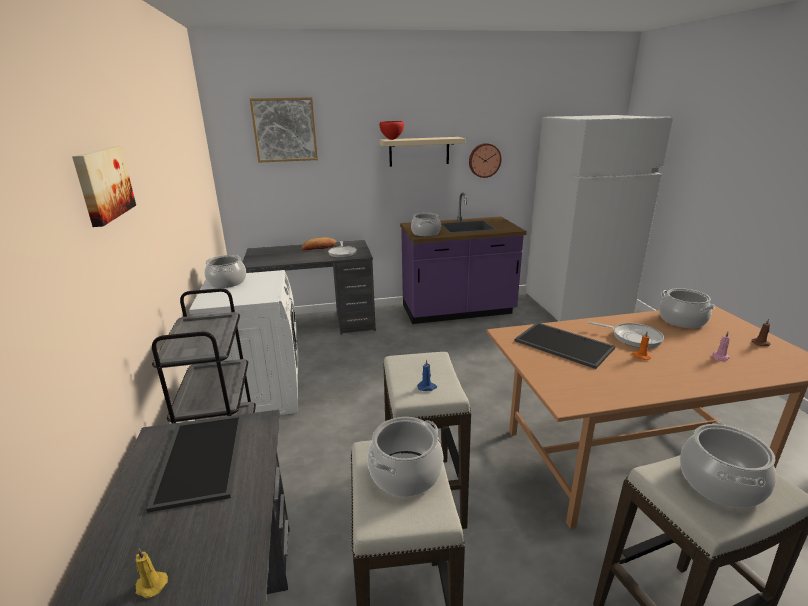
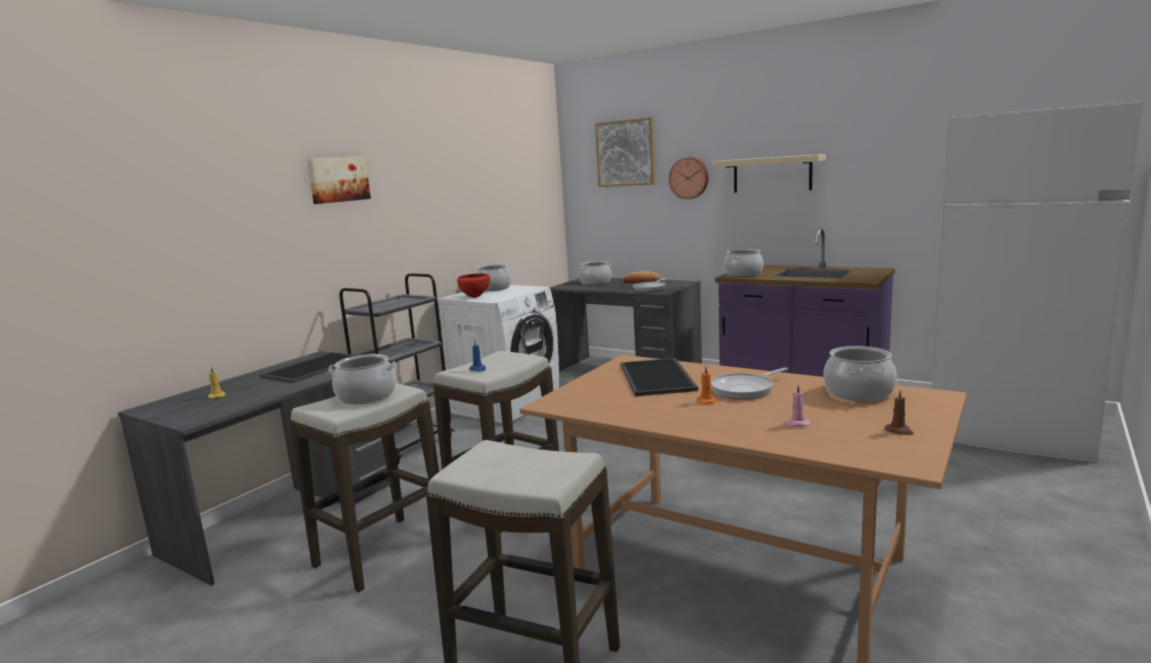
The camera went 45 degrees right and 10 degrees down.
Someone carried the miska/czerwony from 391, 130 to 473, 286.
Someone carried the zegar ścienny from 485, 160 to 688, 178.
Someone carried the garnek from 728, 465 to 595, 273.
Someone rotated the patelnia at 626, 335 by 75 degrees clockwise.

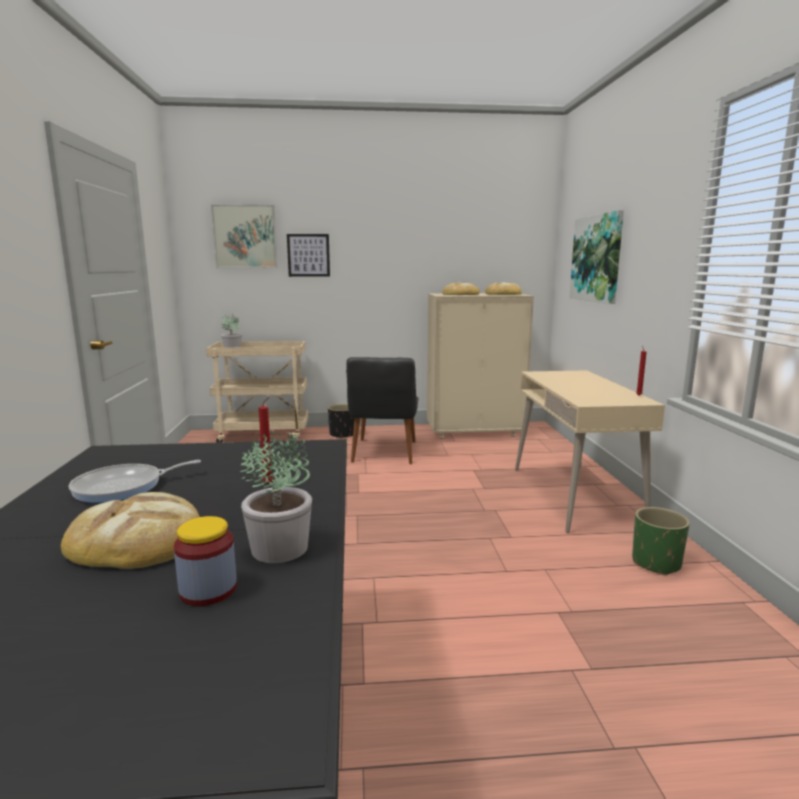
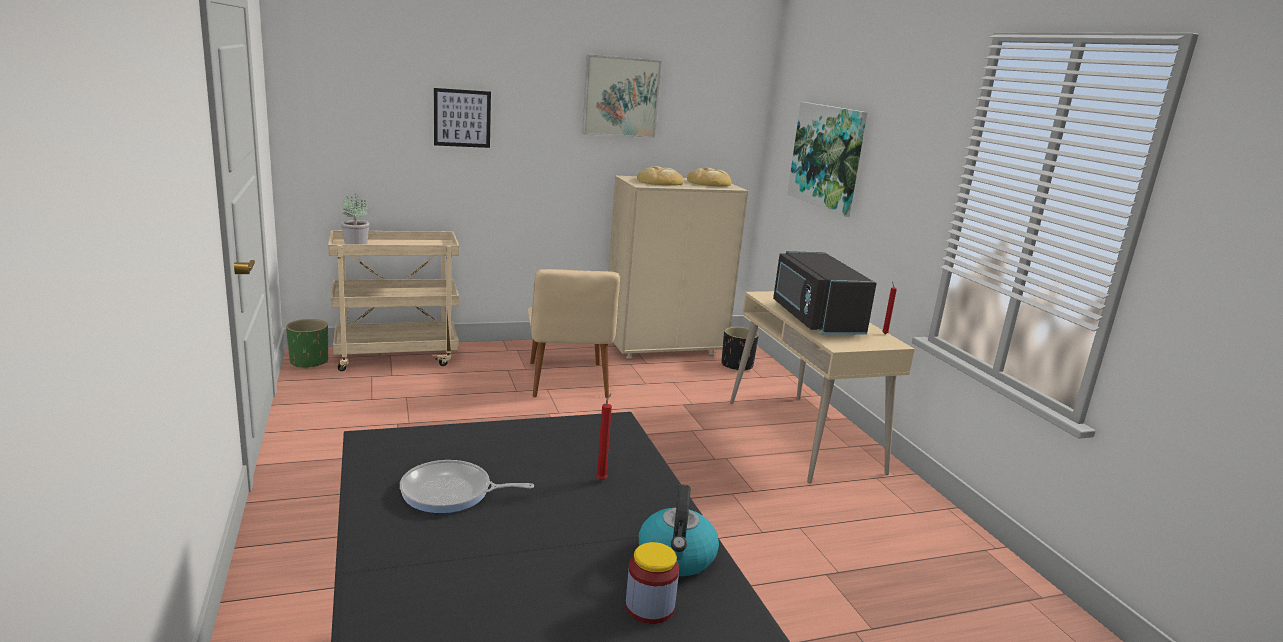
The camera went 15 degrees left and 5 degrees up.
Someone took away the chleb at 130, 530.
Someone put down the mikrofalówka/czarny at 825, 293.
Someone carried the obraz from 244, 236 to 622, 96.
Someone carried the donica/czarny from 341, 421 to 740, 349.
Someone carried the donica/zielony from 661, 541 to 307, 344.
Someone swapped the roślina doniczkowa at 276, 496 for the czajnik at 679, 530.
Someone repainted the krzesło/czarny at 382, 410, which became the krzesło/beżowy at 574, 333.
Someone rotated the patelnia at 134, 481 by 45 degrees clockwise.

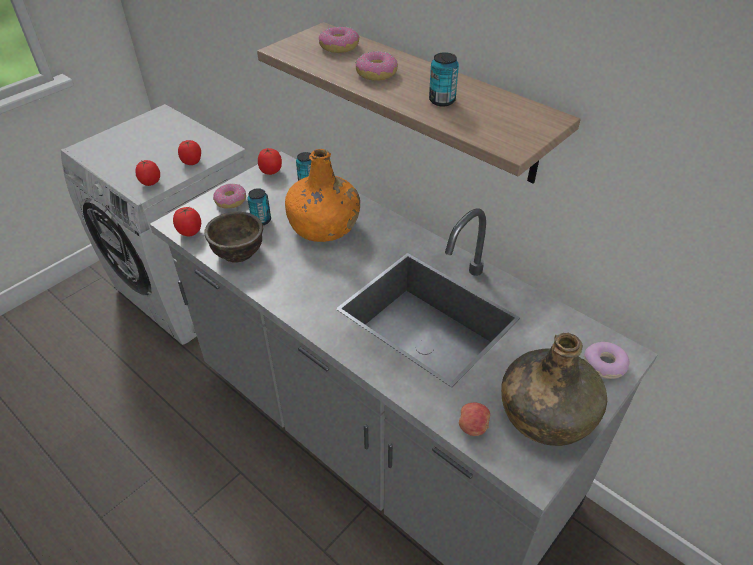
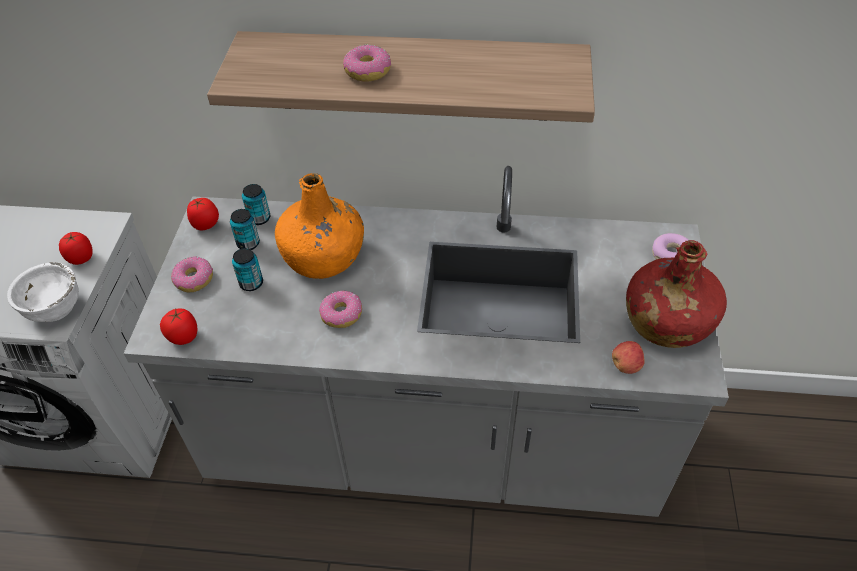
The camera went 35 degrees left and 5 degrees up.
Someone took away the miska/brązowy at 233, 236.
Someone carried the donut from 339, 40 to 340, 309.
Someone carried the puszka from 444, 79 to 245, 229.
Someone swapped the pomidor at 147, 173 for the miska/biały at 43, 292.
Someone repainted the butelka/zielony at 554, 389, which became the butelka/czerwony at 676, 294.

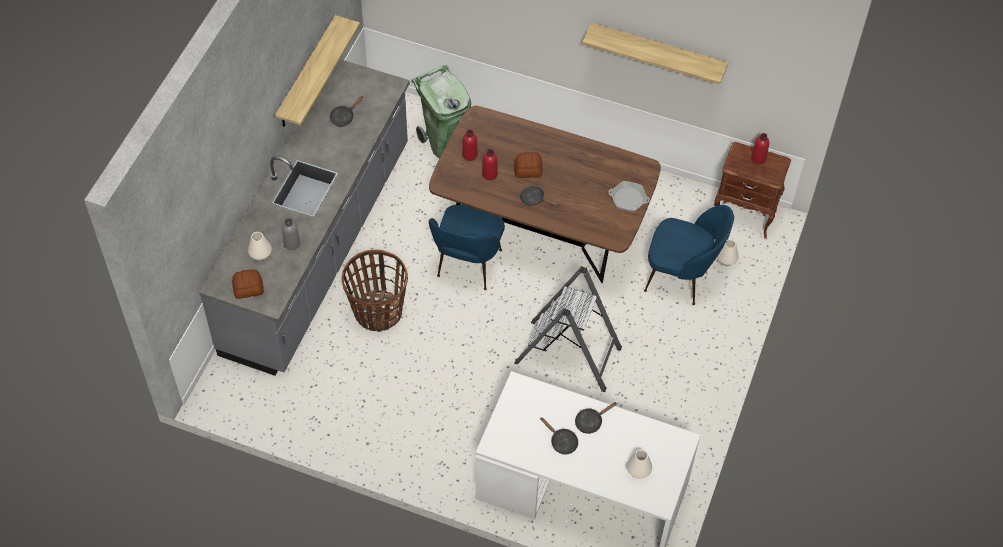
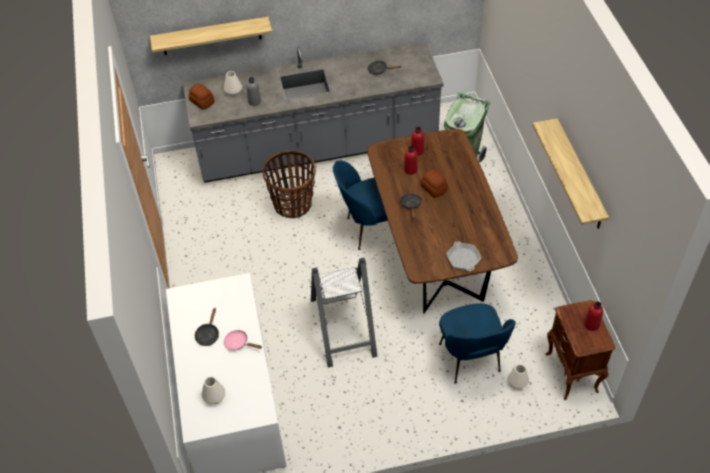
The camera went 60 degrees right and 5 degrees down.
Someone carried the półka from 317, 71 to 211, 36.
Someone repainted the patelnia/czarny at 596, 418, which became the patelnia/różowy at 243, 340.

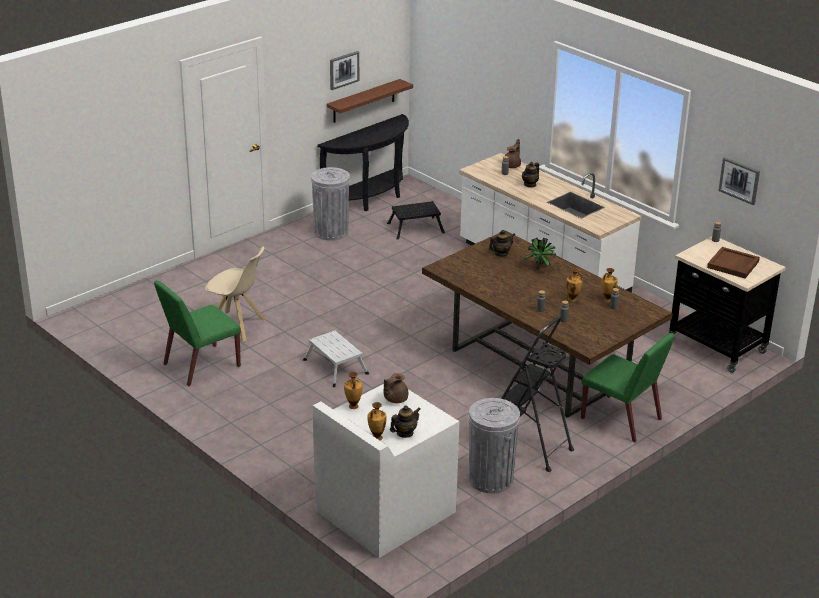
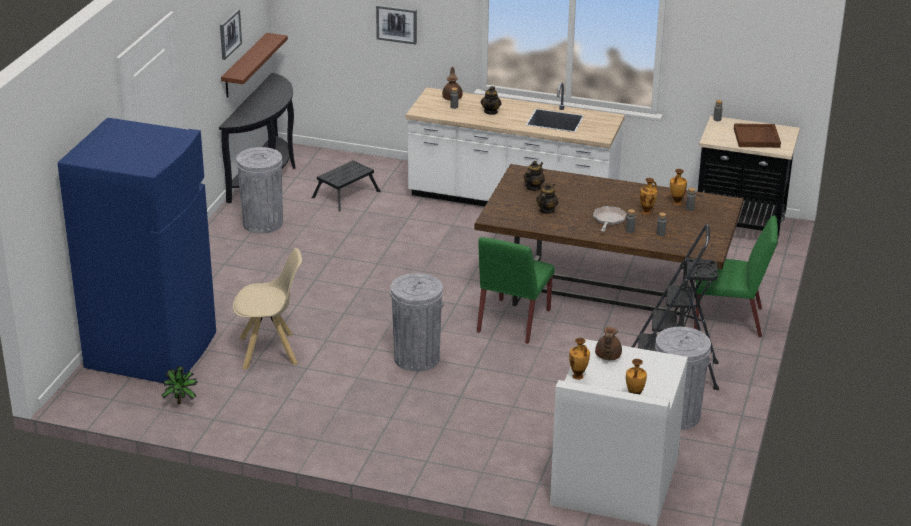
The camera went 30 degrees left and 0 degrees up.
Someone put down the lodówka/niebieski at 137, 252.
Someone put down the patelnia at 609, 218.
Someone carried the krzesło/zielony from 197, 333 to 516, 290.
Someone carried the imbryk from 405, 421 to 547, 198.
Someone carried the roślina doniczkowa from 540, 253 to 179, 385.
Someone carried the obraz from 739, 181 to 396, 25.
Someone swapped the drabinka/biały at 336, 358 for the kosz na śmieci/szary at 417, 322.

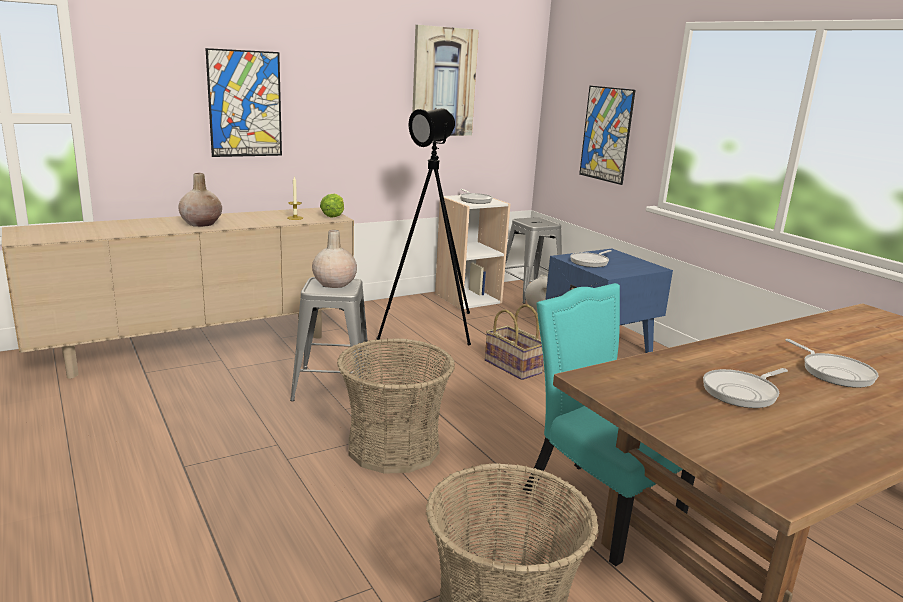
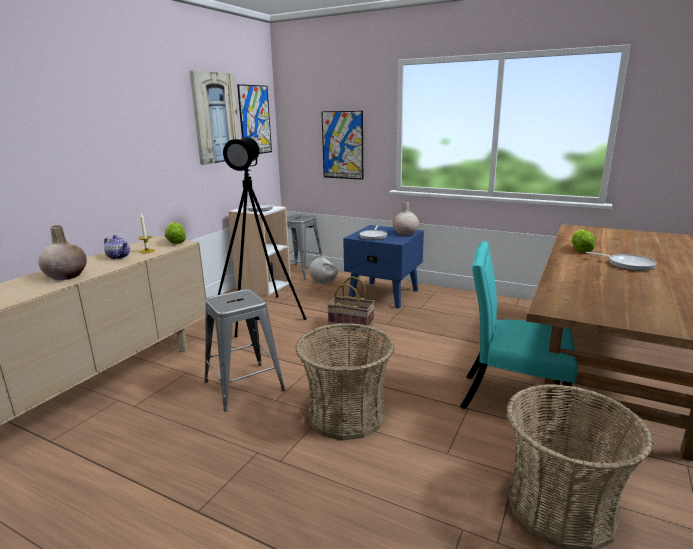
The camera went 30 degrees left and 0 degrees up.
Someone took away the patelnia at 745, 388.
Someone put down the imbryk at 117, 247.
Someone put down the sałata at 583, 241.
Someone carried the obraz from 243, 102 to 254, 119.
Someone carried the wazon/beżowy from 334, 259 to 406, 218.

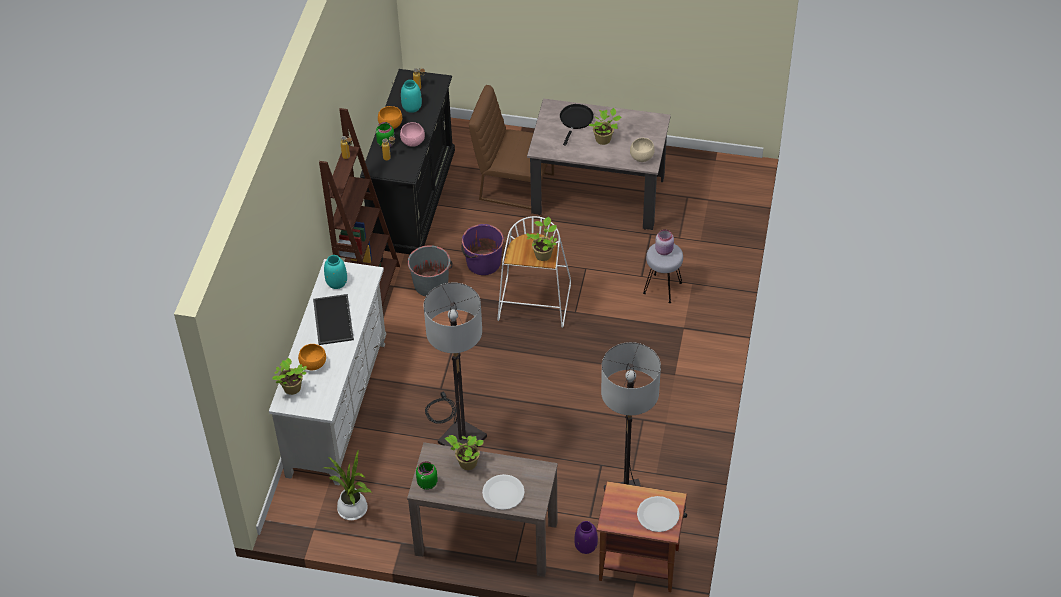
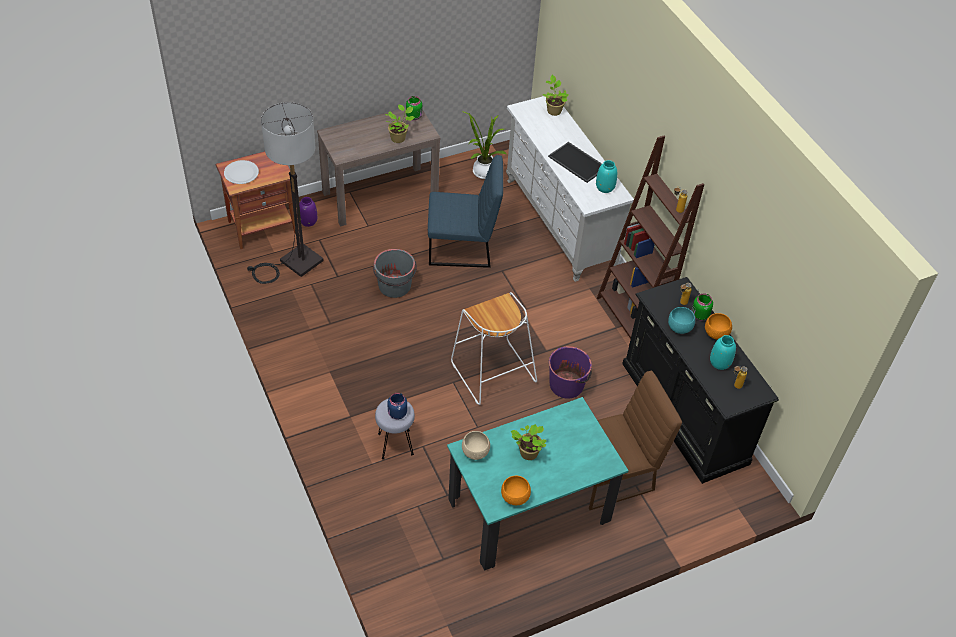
The camera went 140 degrees right and 0 degrees up.
Someone took away the talerz/biały at 503, 492.
Someone took away the roślina doniczkowa at 541, 238.
Someone took away the patelnia/czarny at 577, 125.
Someone carried the miska/pomarańczowy from 312, 357 to 516, 490.
Someone carried the wiadro/szary from 430, 270 to 395, 273.
Someone swapped the lampa stojąca at 455, 365 for the krzesło/niebieski at 465, 211.
Someone repainted the miska/różowy at 412, 134, which became the miska/turkusowy at 681, 320.
Someone repainted the stół jadalny/beżowy at 599, 164, which became the stół jadalny/turkusowy at 538, 484.
Someone repainted the słoik/różowy at 664, 242, which became the słoik/niebieski at 397, 406.

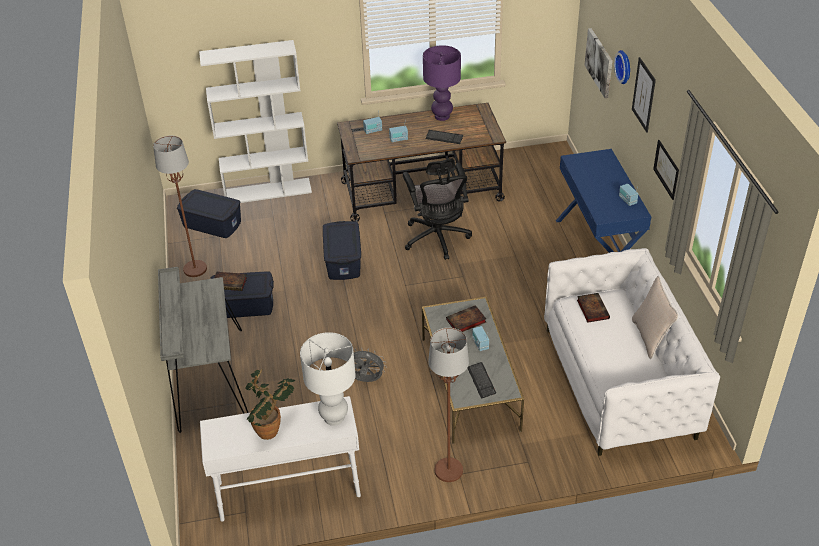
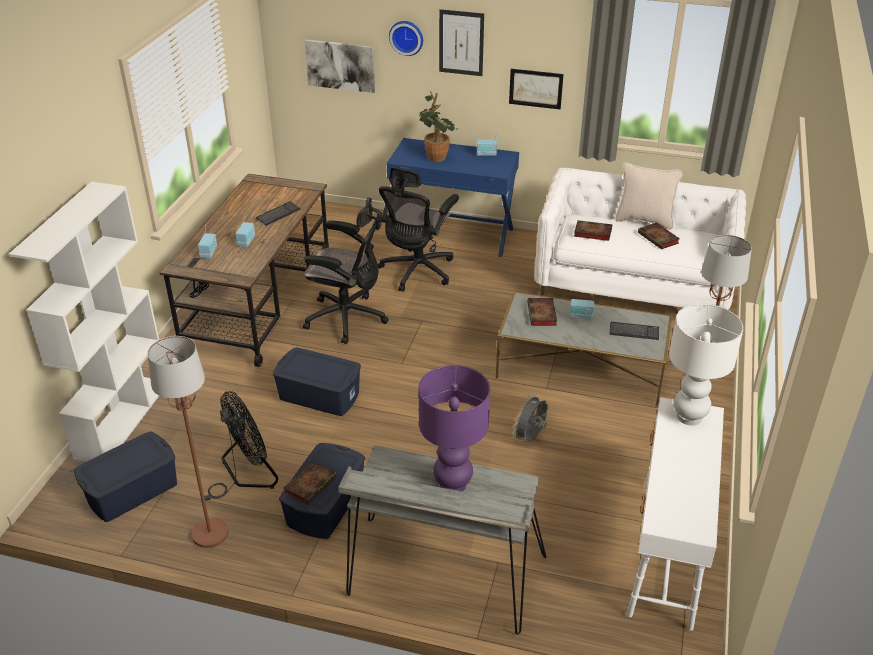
The camera went 65 degrees left and 5 degrees down.
Someone put down the wentylator/czarny at 241, 446.
Someone put down the krzesło biurowe at 418, 229.
Someone put down the książka at 659, 235.
Someone carried the roślina doniczkowa from 270, 404 to 438, 126.
Someone carried the lampa stołowa/fioletowy from 442, 83 to 454, 428.

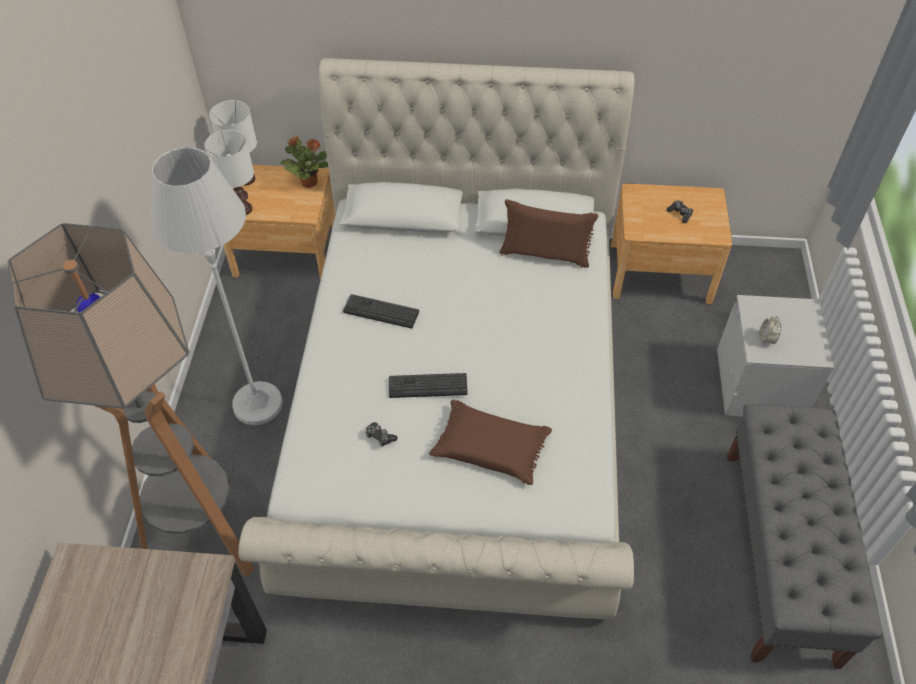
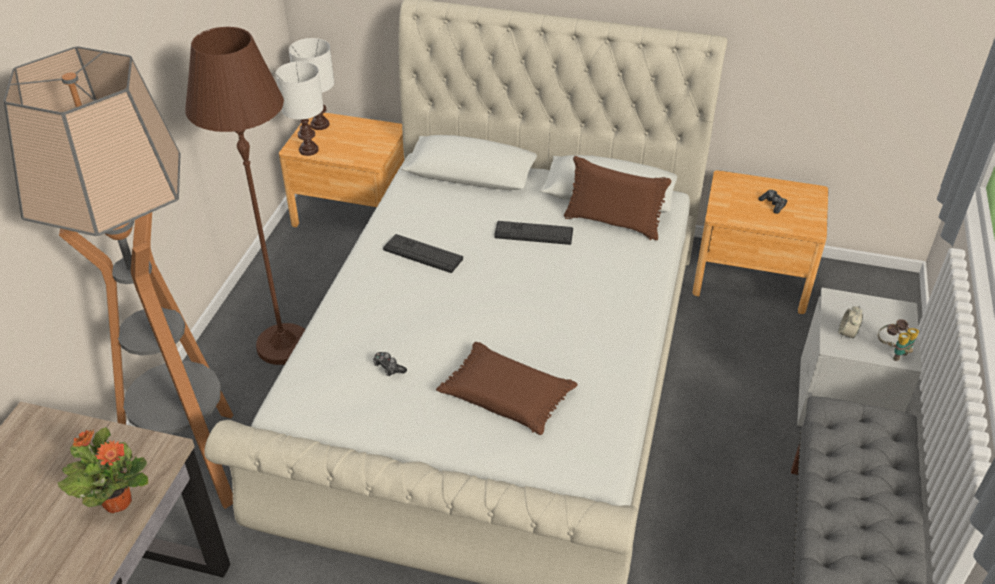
The camera went 10 degrees right and 10 degrees down.
Someone put down the lornetka at 898, 340.
Someone carried the roślina doniczkowa from 304, 162 to 102, 470.
Someone carried the klawiatura from 428, 385 to 533, 233.
Someone repainted the lampa stojąca/biały at 217, 286, which became the lampa stojąca/brązowy at 245, 196.

